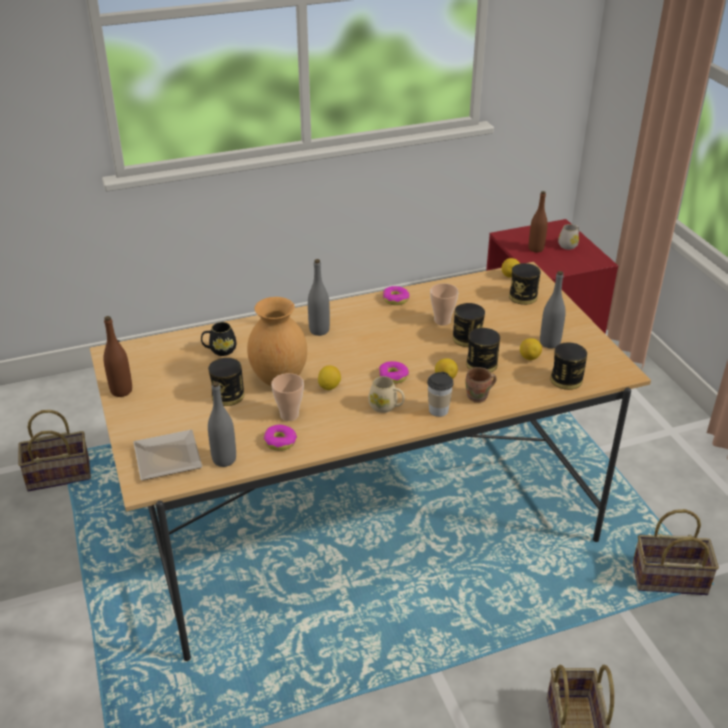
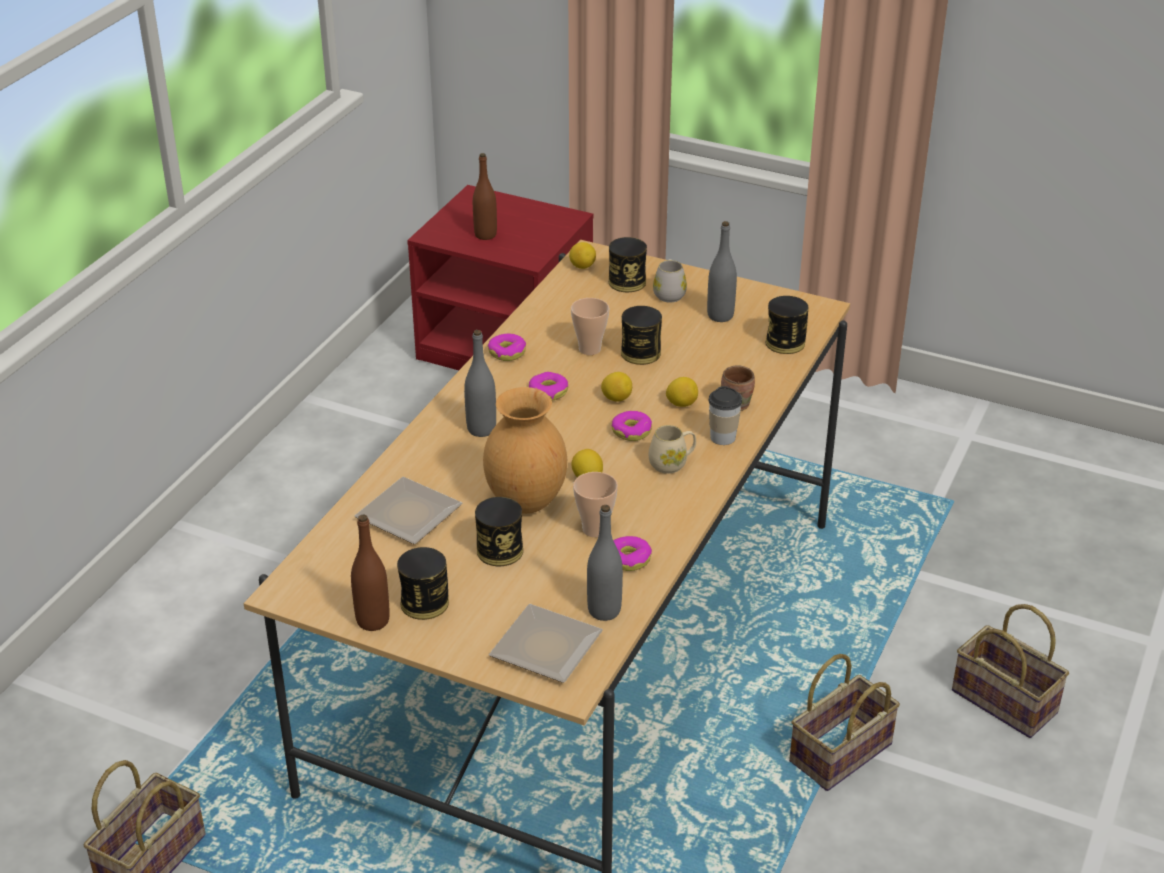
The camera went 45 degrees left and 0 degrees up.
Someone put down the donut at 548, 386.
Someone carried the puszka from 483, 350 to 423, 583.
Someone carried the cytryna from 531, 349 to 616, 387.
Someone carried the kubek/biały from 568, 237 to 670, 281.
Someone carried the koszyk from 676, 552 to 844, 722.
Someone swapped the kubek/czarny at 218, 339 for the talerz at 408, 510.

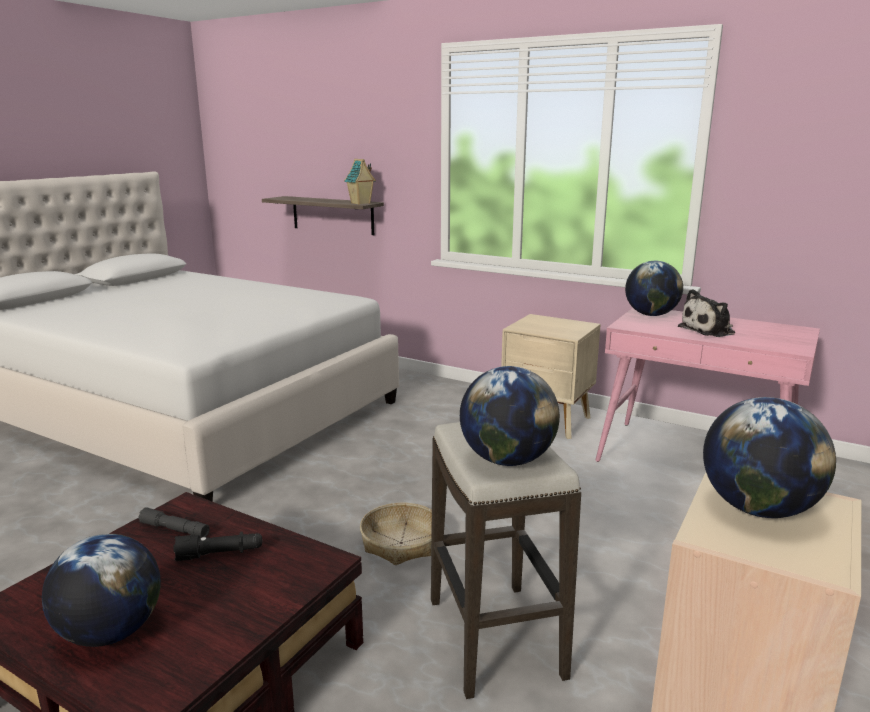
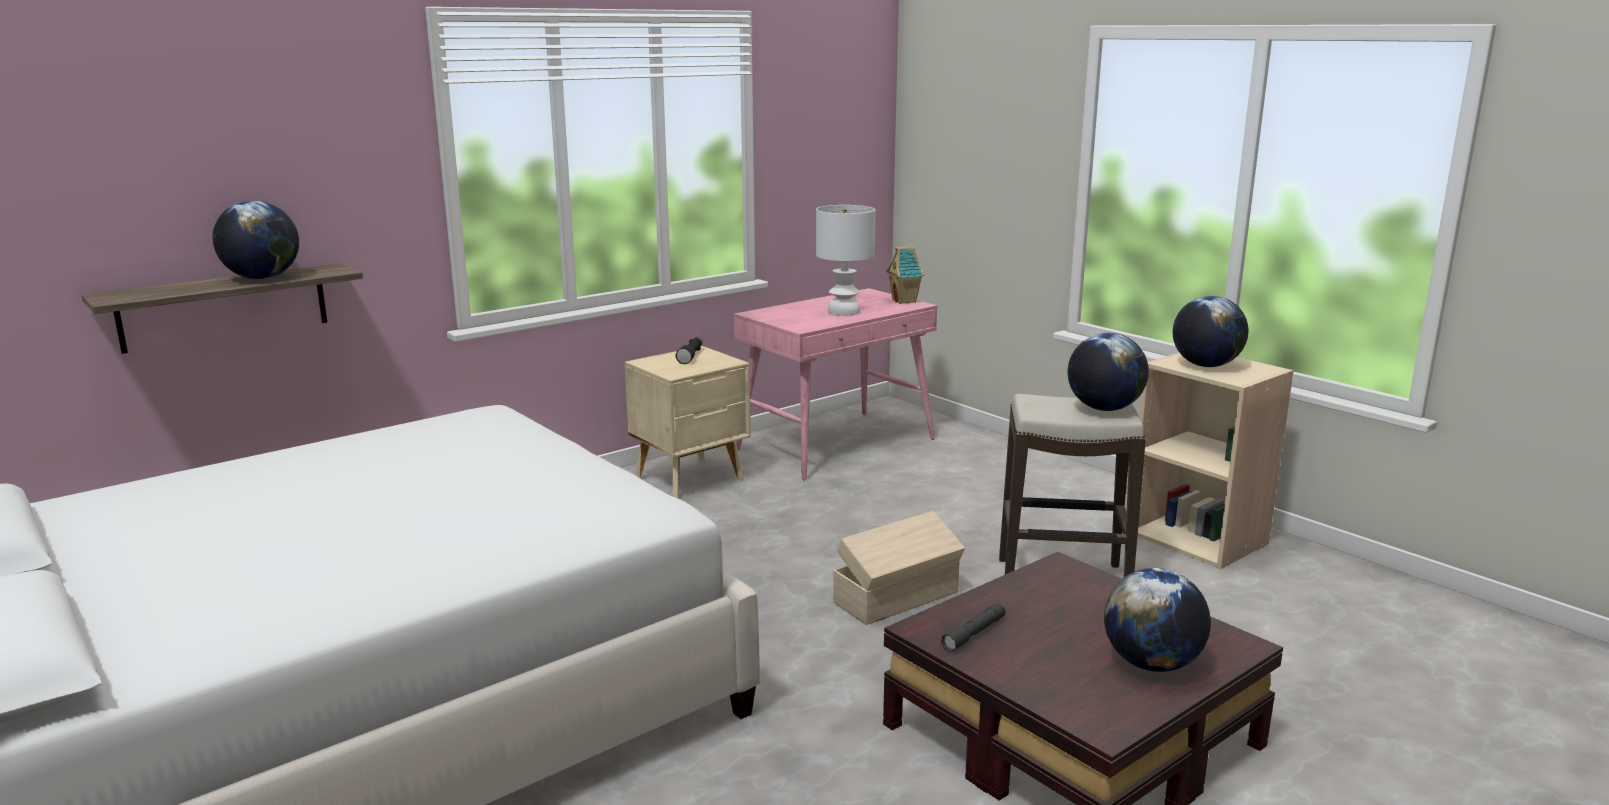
The camera went 70 degrees left and 0 degrees up.
Someone carried the latarka/czarny from 217, 546 to 689, 350.
Someone carried the domek from 360, 182 to 905, 275.
Someone carried the globus from 654, 288 to 256, 239.
Someone swapped the koszyk at 396, 534 for the pojemnik do przechowywania/beżowy at 899, 568.
Someone swapped the pluszak at 706, 313 for the lampa stołowa/biały at 846, 260.

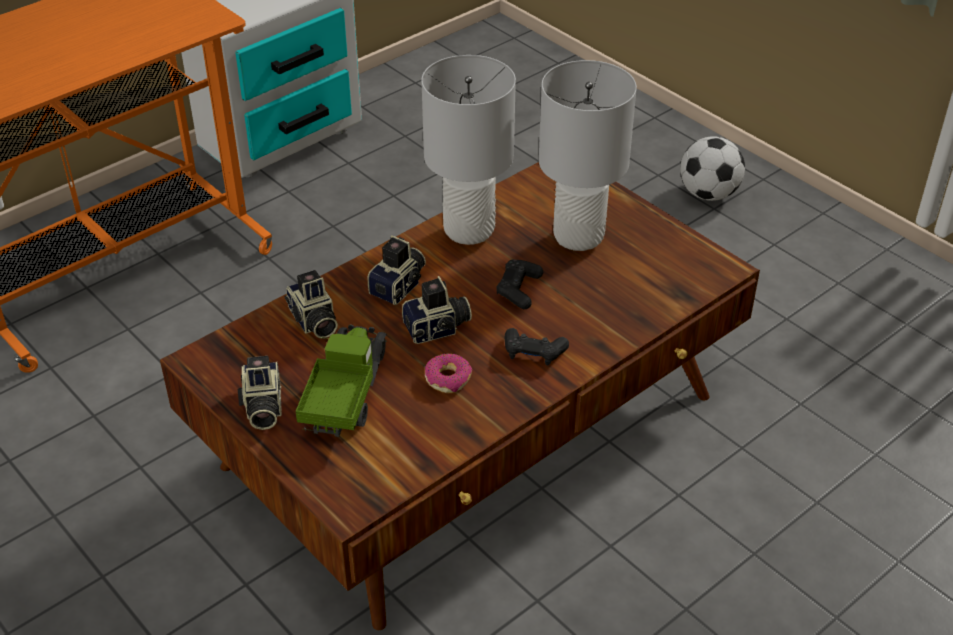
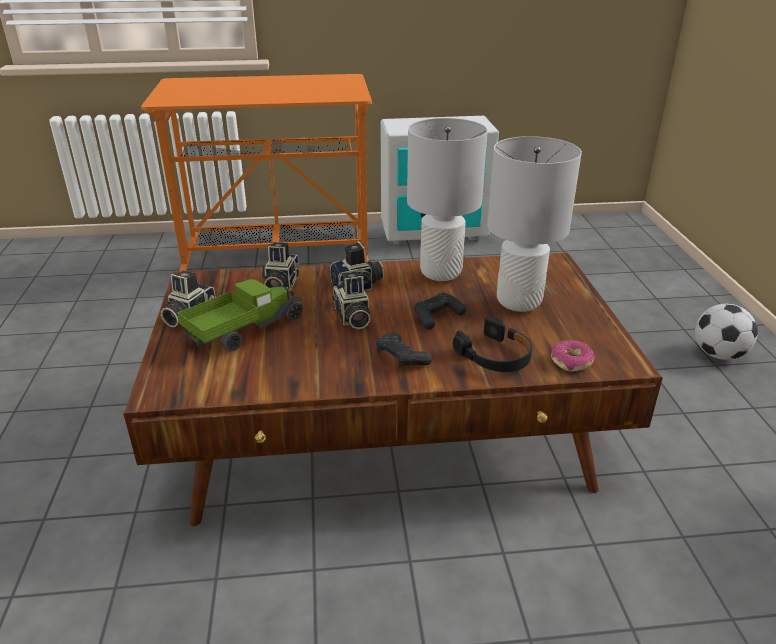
The camera went 35 degrees right and 10 degrees down.
Someone put down the słuchawki/czarny at 492, 344.
Someone carried the donut from 449, 373 to 573, 356.
Someone rotated the aparat fotograficzny at 437, 310 by 60 degrees clockwise.

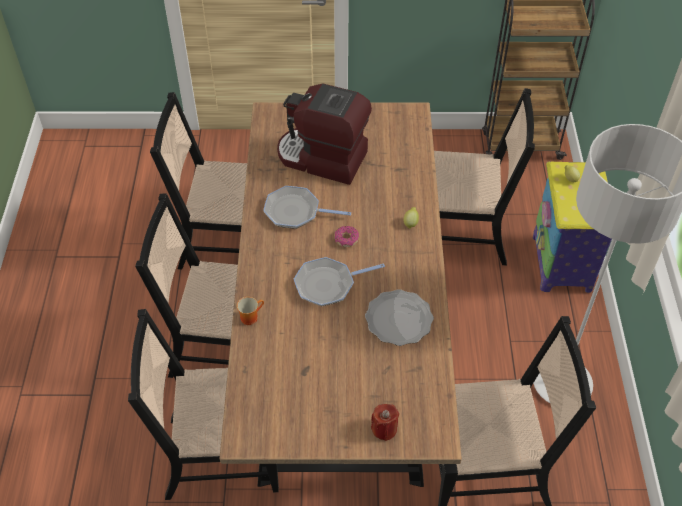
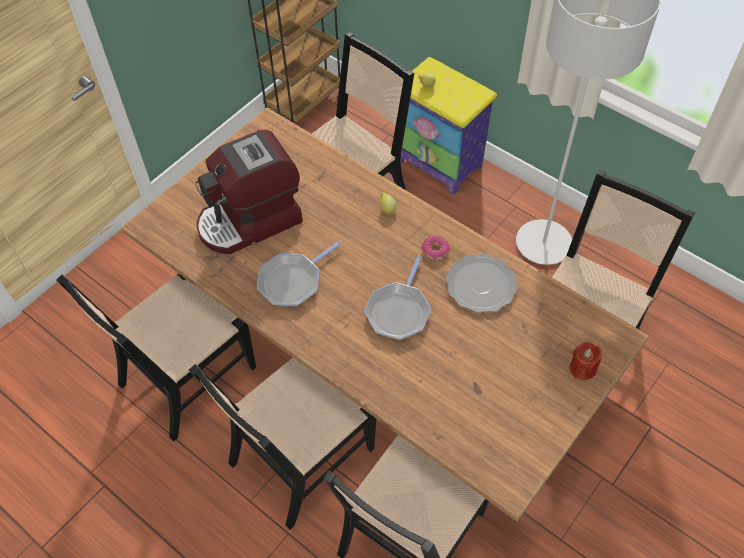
The camera went 50 degrees left and 5 degrees up.
Someone took away the kubek at 250, 311.
Someone carried the donut from 347, 236 to 435, 247.

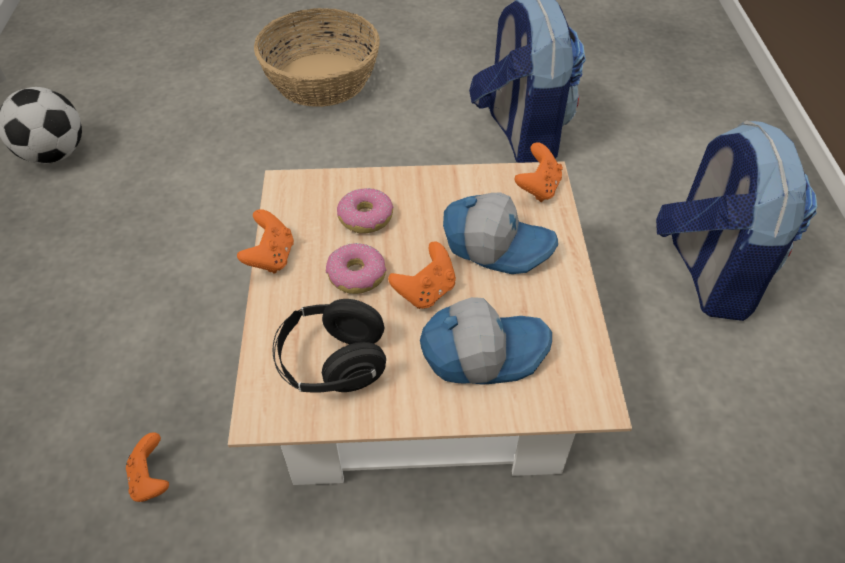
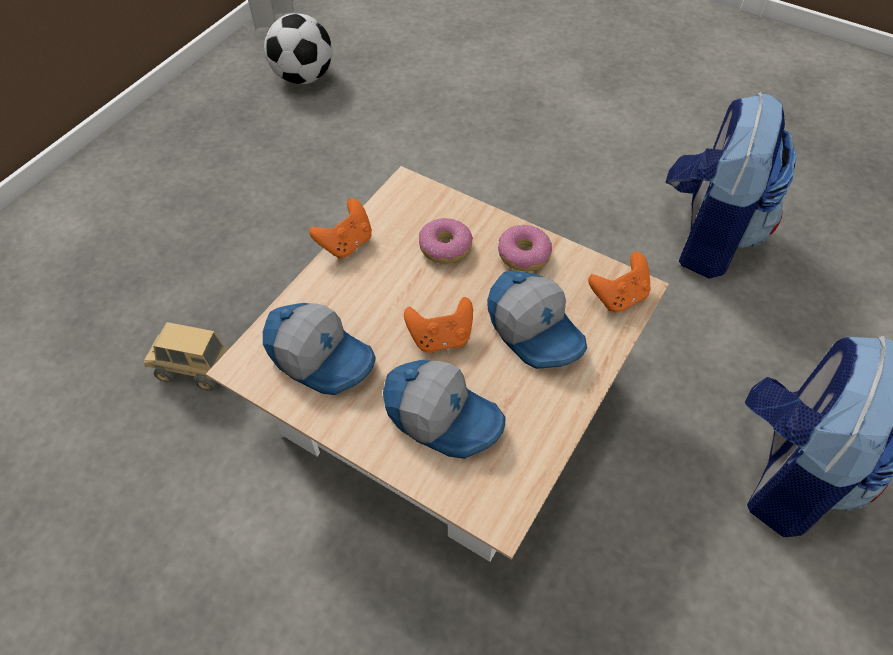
The camera went 35 degrees right and 5 degrees up.
Someone took away the koszyk at 317, 57.
Someone carried the donut from 356, 268 to 525, 248.
Someone swapped the pad do gier/pomarańczowy at 147, 467 for the ciężarówka zabawkowa at 187, 356.
Someone swapped the słuchawki/czarny at 329, 346 for the czapka z daszkiem at 319, 349.

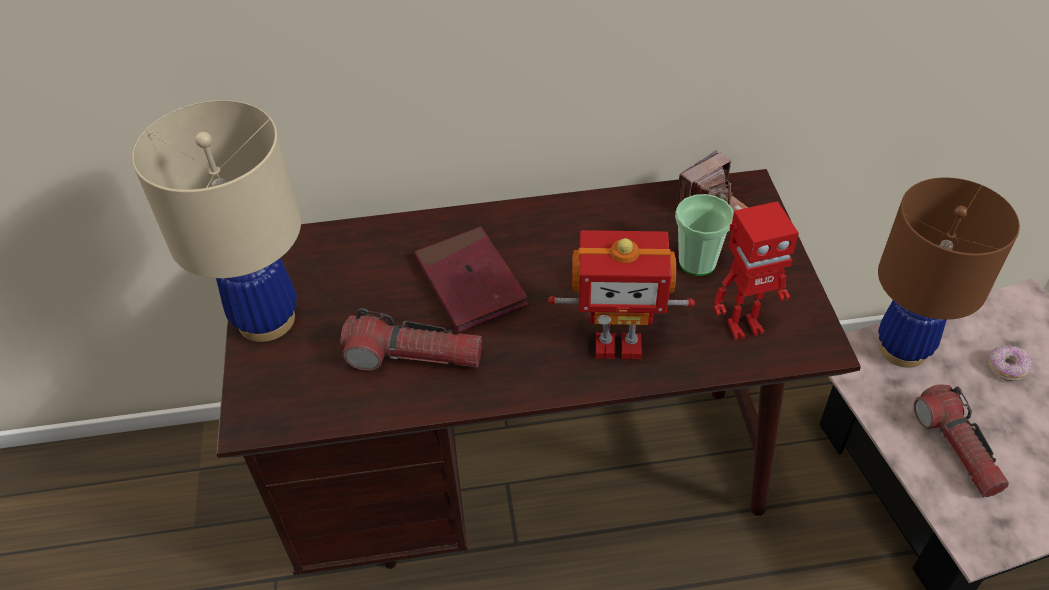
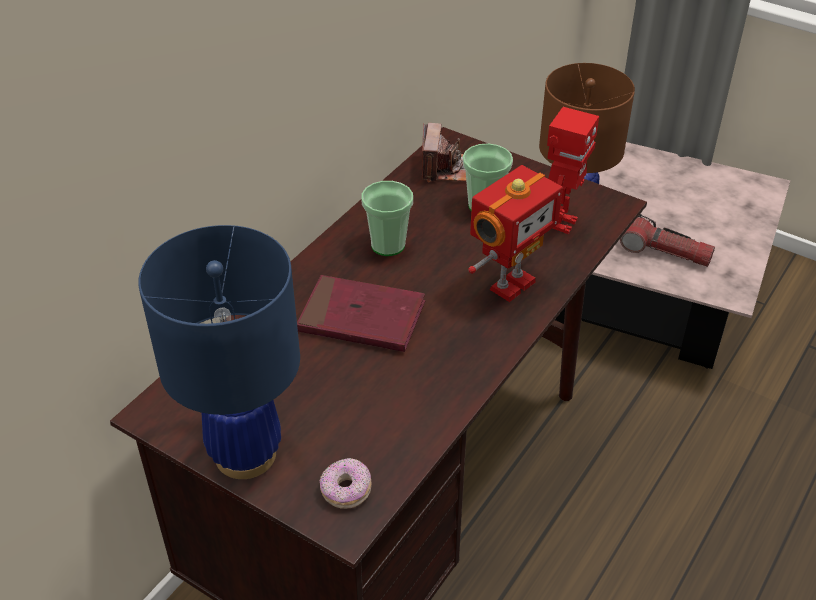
The camera went 50 degrees left and 5 degrees down.
Someone took away the latarka at 411, 339.
Someone put down the filiżanka at 387, 218.
Someone carried the donut from 1010, 363 to 345, 483.
Someone repainted the lampa stołowa/beżowy at 216, 221, which became the lampa stołowa/niebieski at 219, 352.

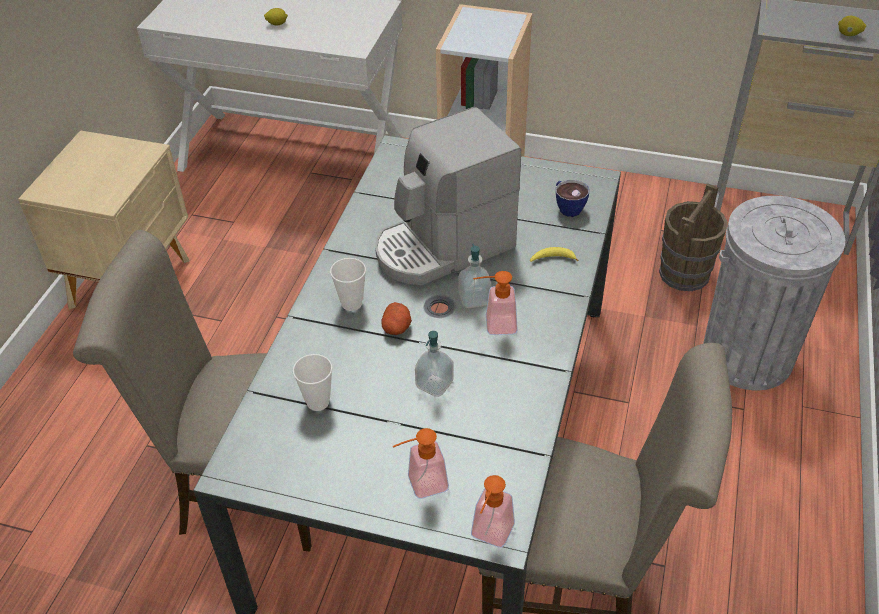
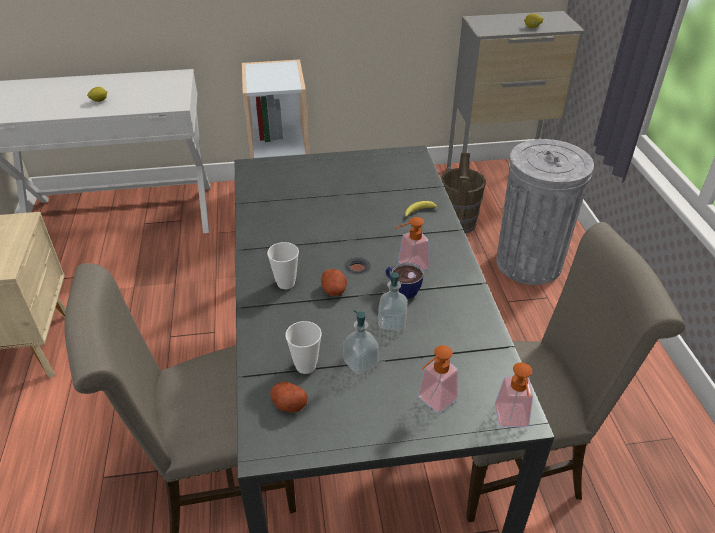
The camera went 25 degrees left and 5 degrees down.
Someone took away the ekspres do kawy at 448, 196.
Someone put down the ziemniak at 289, 396.
Someone carried the dozownik mydła from 475, 276 to 361, 342.
Someone carried the filiżanka from 572, 198 to 404, 281.

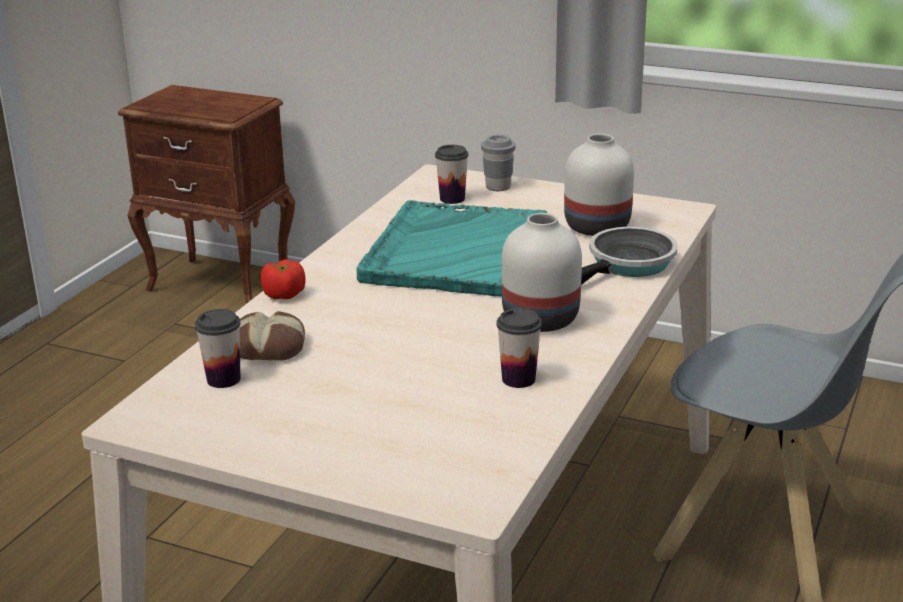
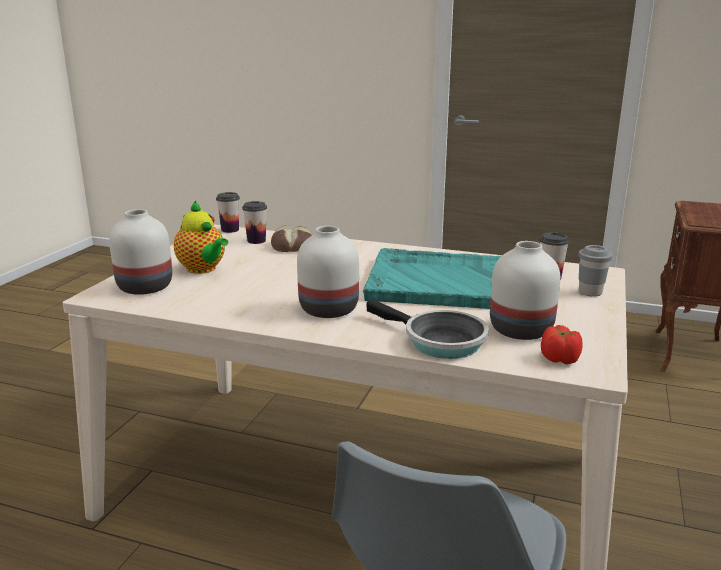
The camera went 85 degrees right and 5 degrees down.
Someone put down the wazon/biały at 140, 252.
Someone put down the imbryk at 201, 237.
Someone carried the pomidor from 283, 279 to 561, 344.
Someone carried the filiżanka from 519, 348 to 228, 212.

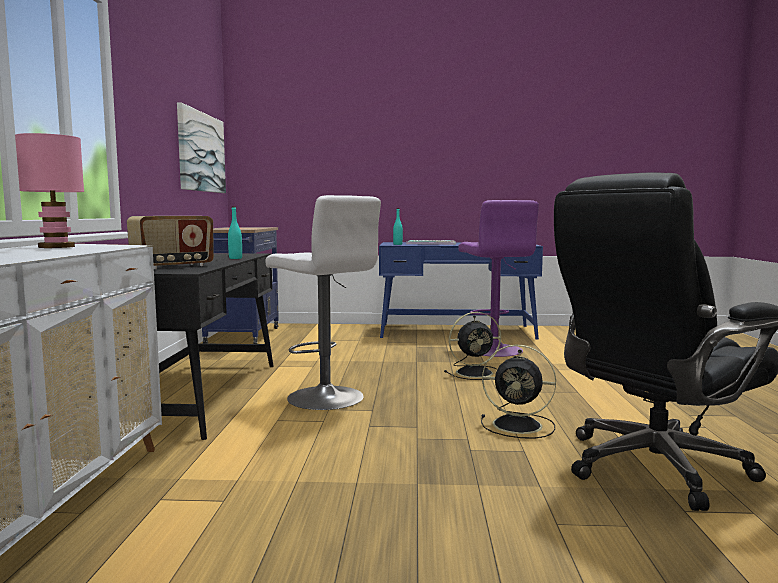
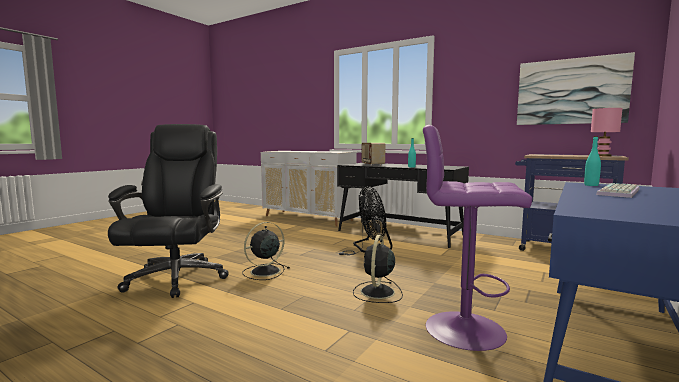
The camera went 120 degrees right and 0 degrees up.
Someone carried the lampa stołowa/różowy from 49, 190 to 607, 132.
Someone swapped the stołek/biały at 323, 302 for the wentylator/czarny at 365, 220.

